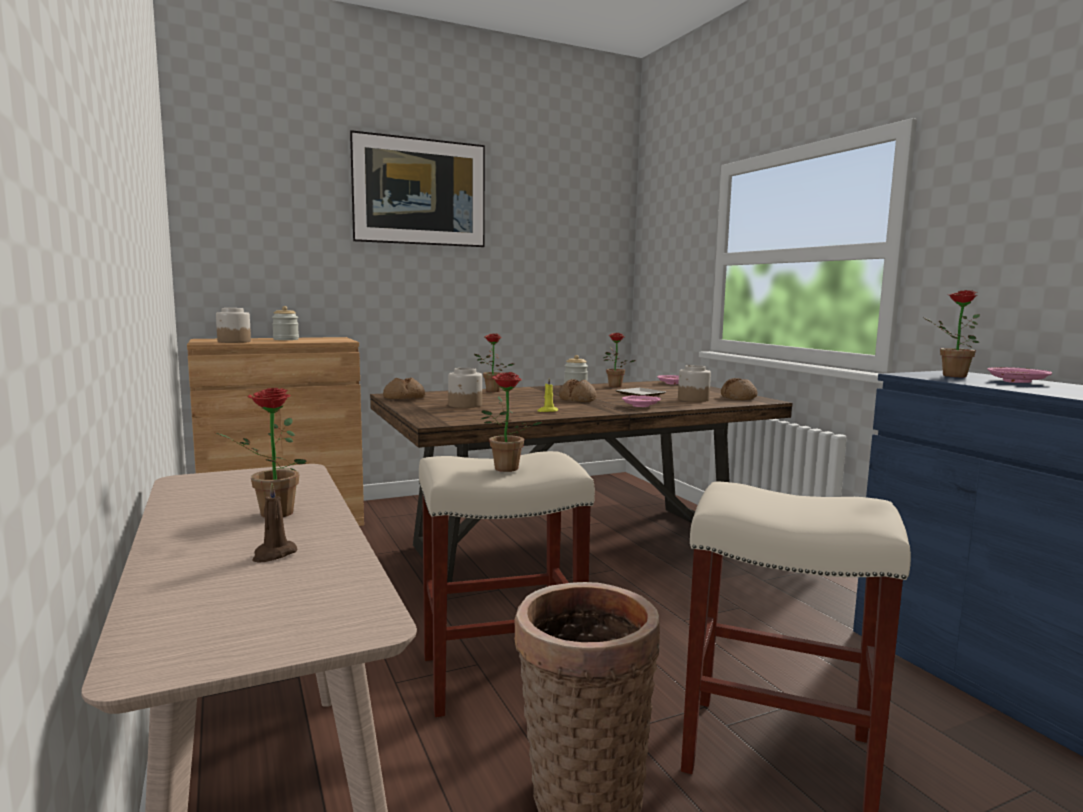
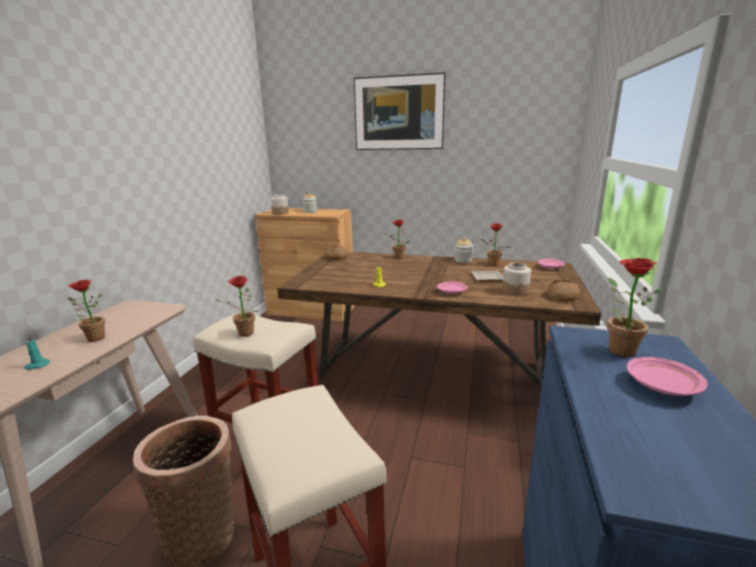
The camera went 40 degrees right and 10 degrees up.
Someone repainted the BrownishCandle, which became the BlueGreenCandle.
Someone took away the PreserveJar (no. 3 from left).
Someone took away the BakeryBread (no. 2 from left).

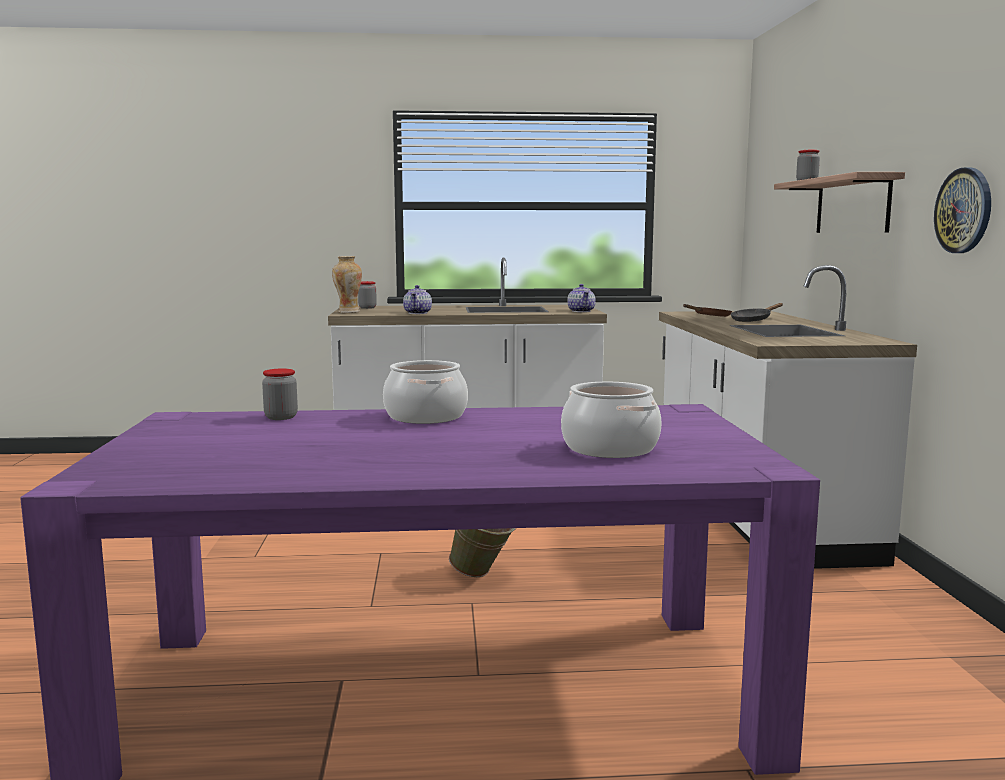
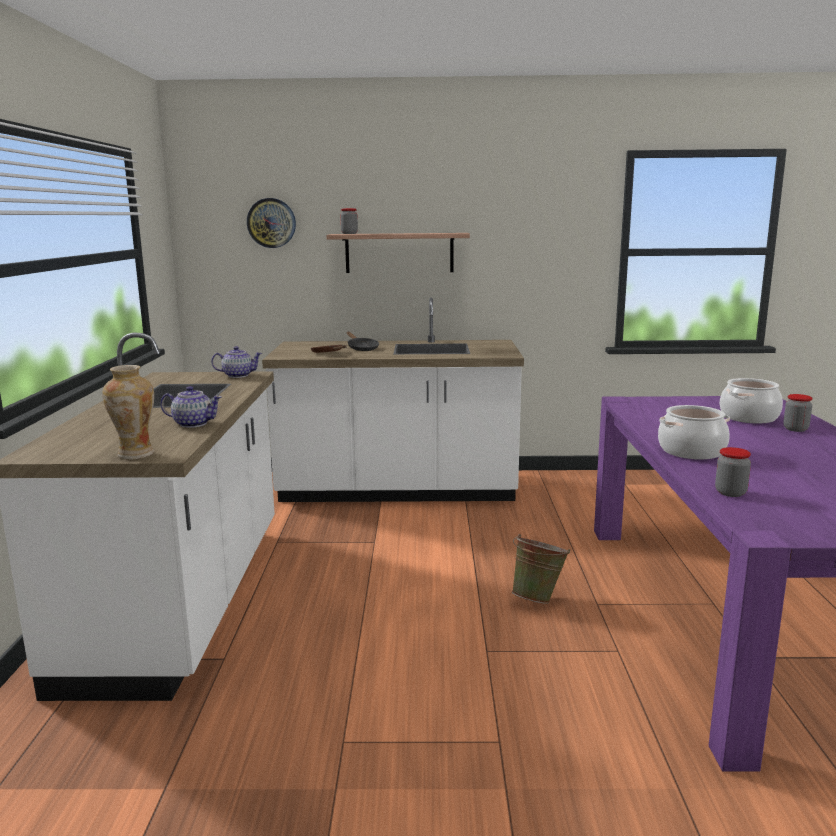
The camera went 85 degrees left and 5 degrees up.
Someone carried the HangingClock.
Someone carried the PreserveJar (no. 2 from left in the first image).

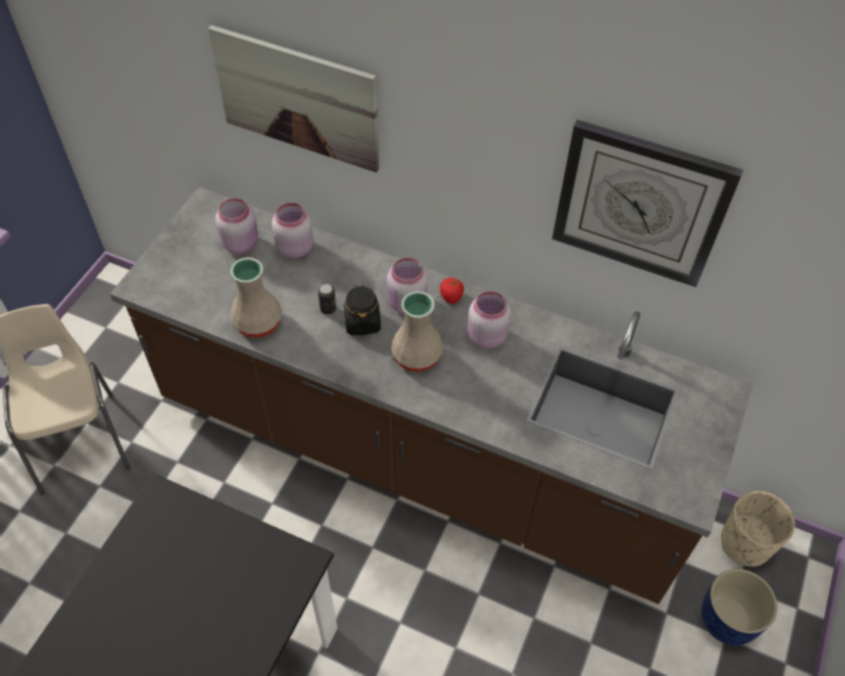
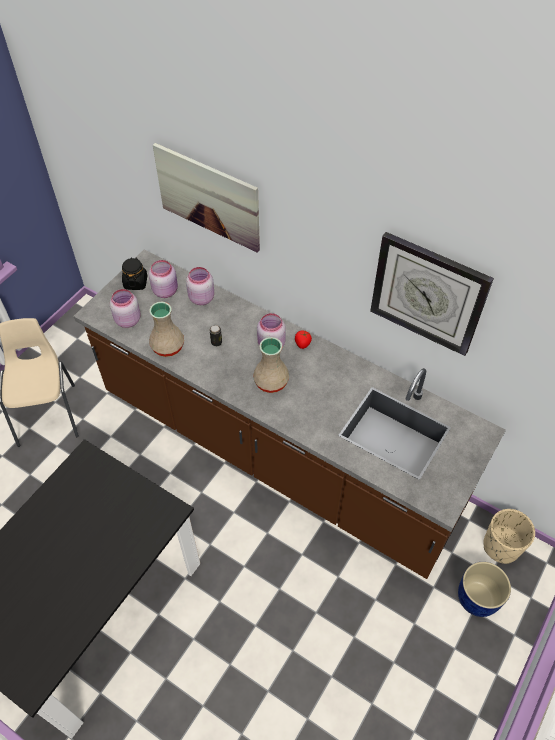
The camera went 10 degrees right and 0 degrees up.
Someone carried the PinkColouredPreserveJar (no. 4 from left in the first image).
Someone carried the BlackishPreserveJar.

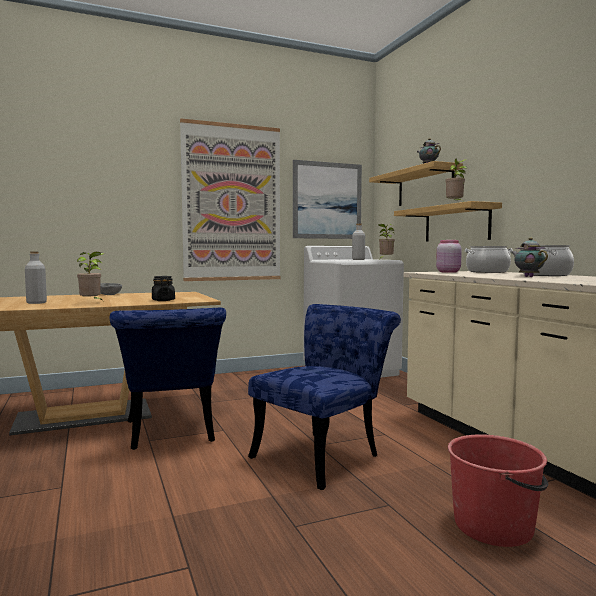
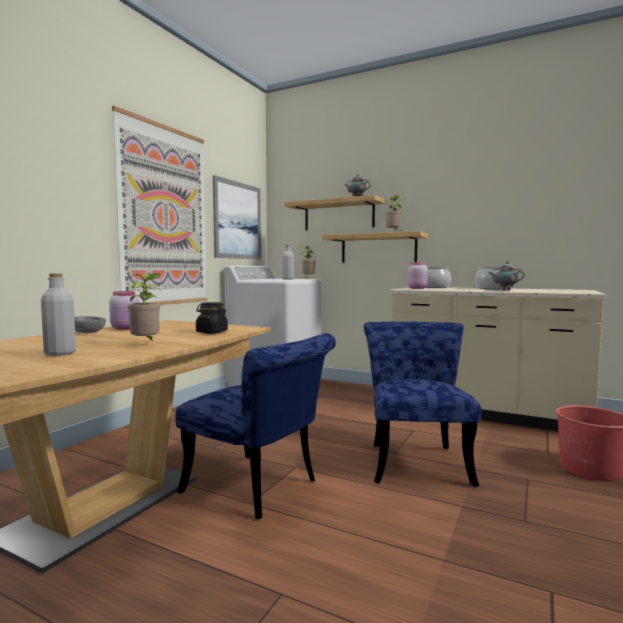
The camera went 40 degrees left and 0 degrees up.
Someone put down the PinkColouredPreserveJar (no. 1 from left).

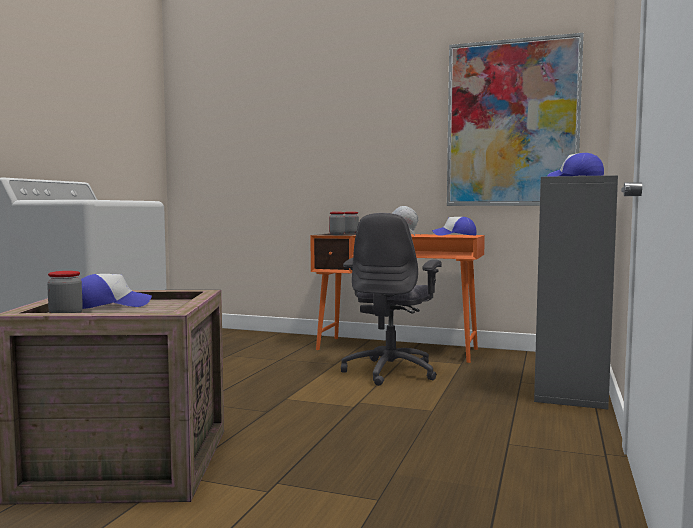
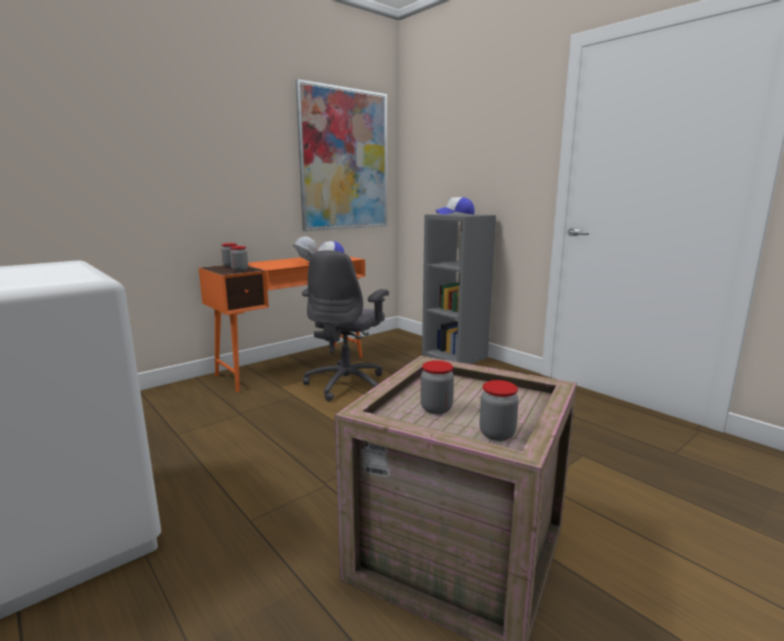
The camera went 60 degrees left and 10 degrees up.
Someone rotated the GreyishDeskChair by 60 degrees clockwise.
Someone swapped the Cap (no. 1 from left) for the PreserveJar (no. 3 from left).

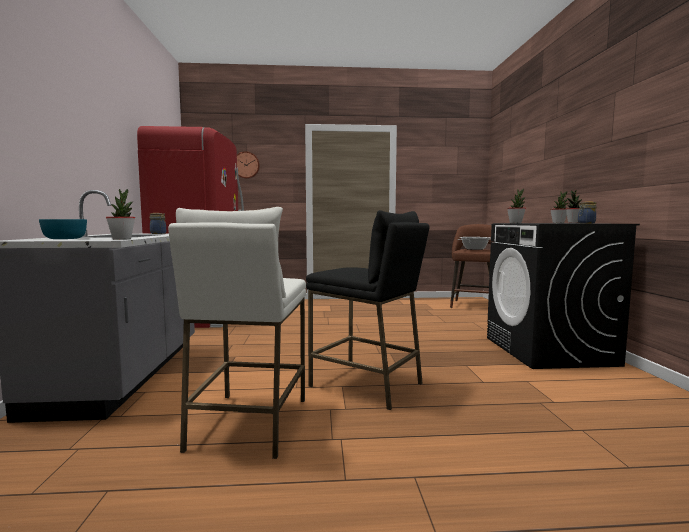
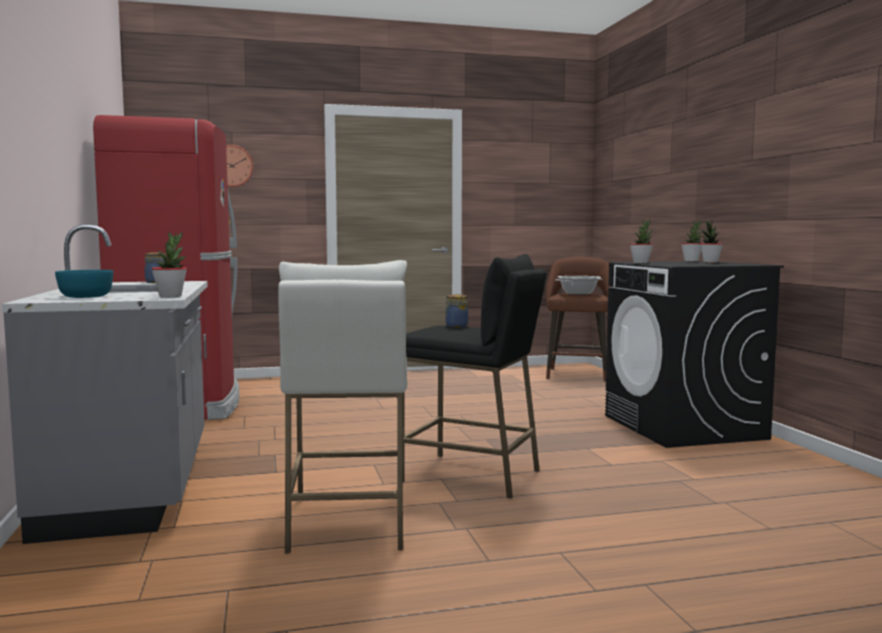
The camera went 10 degrees left and 0 degrees up.
Someone carried the PreserveJar (no. 2 from left).

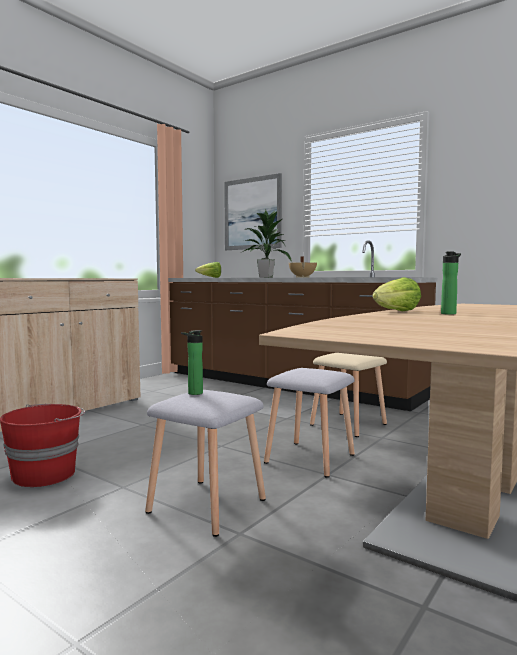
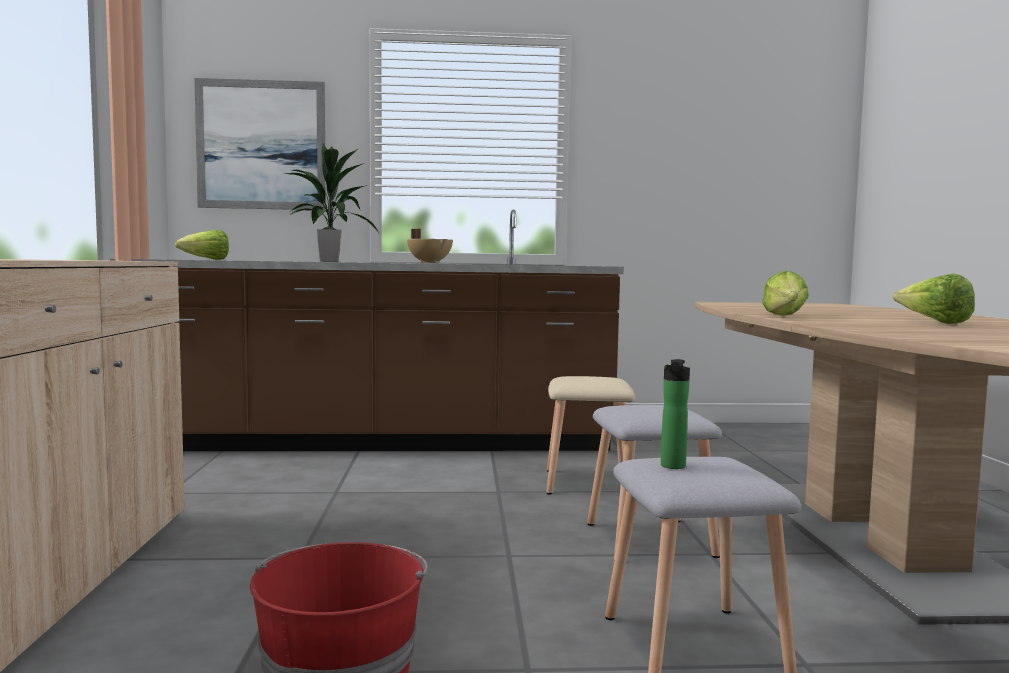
The camera went 40 degrees left and 0 degrees up.
Someone put down the HeadOfLettuce (no. 3 from left).
Someone took away the DrinkBottle (no. 2 from left).

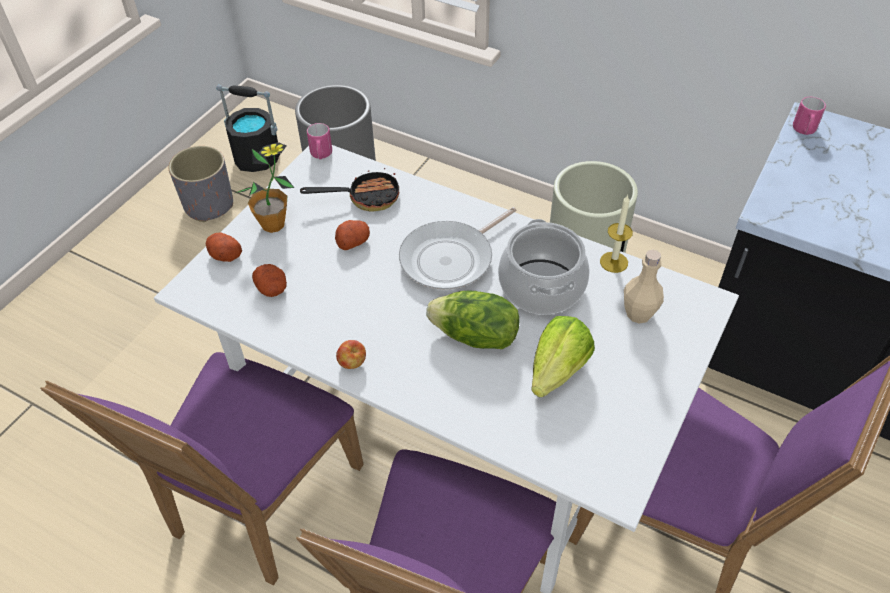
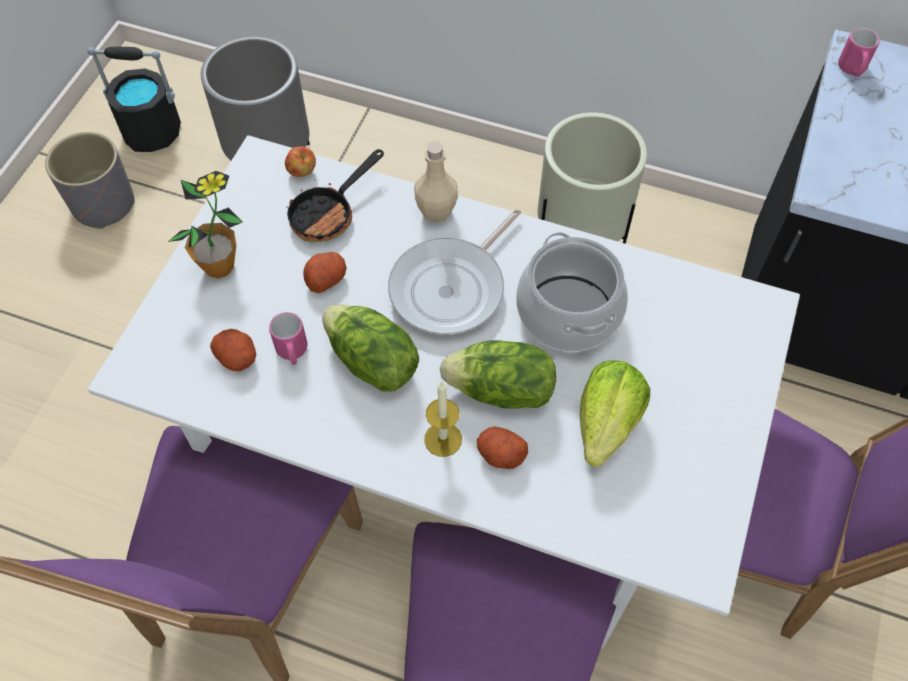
The camera went 10 degrees left and 10 degrees up.
Someone carried the PinkColouredMug (no. 1 from left).
Someone carried the AppleFruit.
Someone rotated the FryingPan (no. 1 from left) by 150 degrees clockwise.
Someone put down the HeadOfLettuce (no. 1 from left).
Someone carried the BeigeColouredDrinkBottle.
Someone carried the Candle.
Someone carried the Spud (no. 1 from left in the first image).

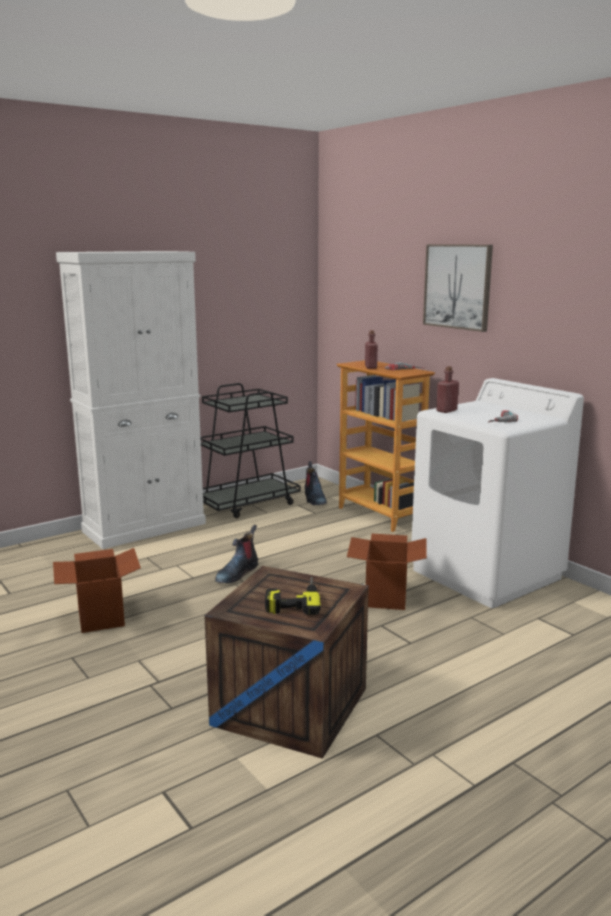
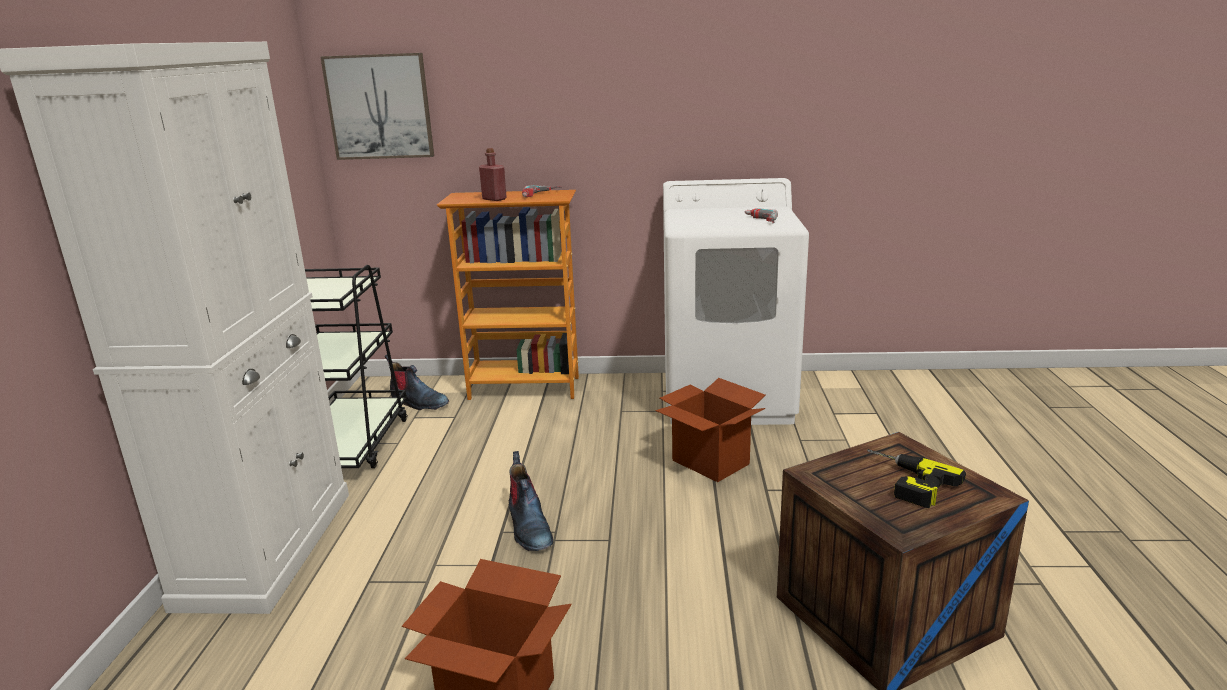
The camera went 50 degrees left and 5 degrees up.
Someone carried the Picture.
Someone took away the RedDrinkBottle (no. 2 from left).

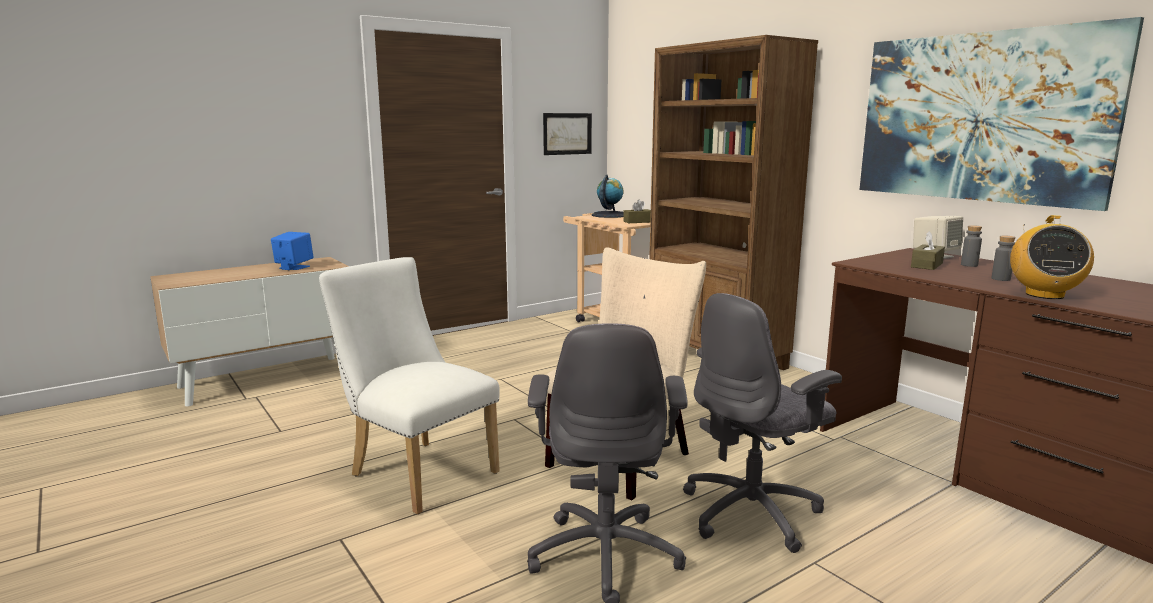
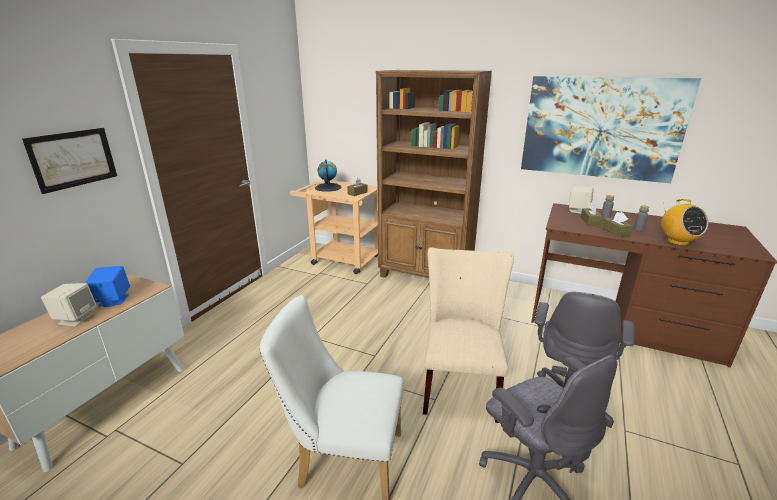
The camera went 30 degrees left and 10 degrees up.
Someone carried the Picture (no. 1 from left).
Someone put down the BeigeColouredSpeaker (no. 1 from left).
Someone put down the BrownishBoxOfTissues (no. 3 from left).

